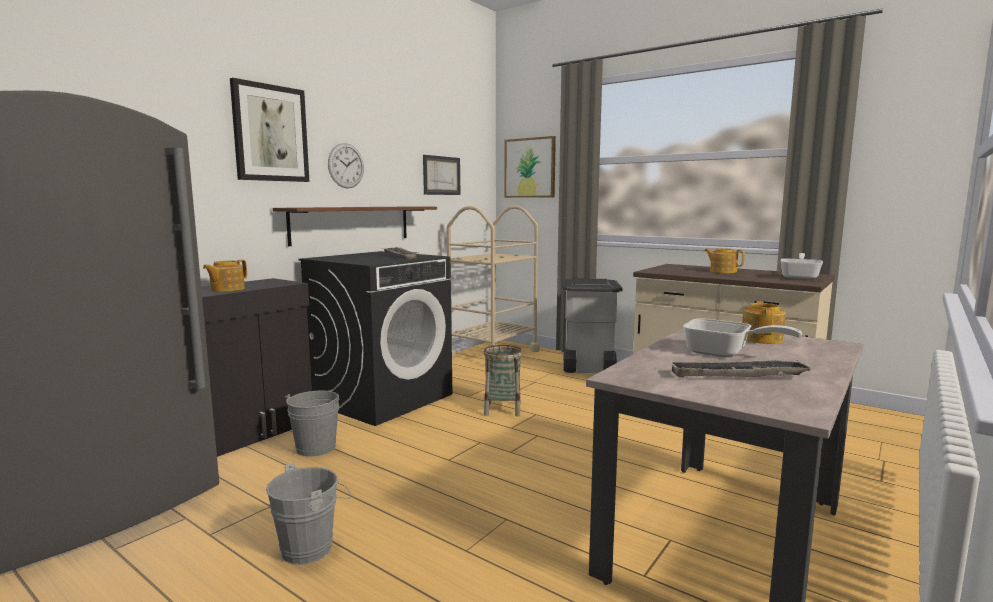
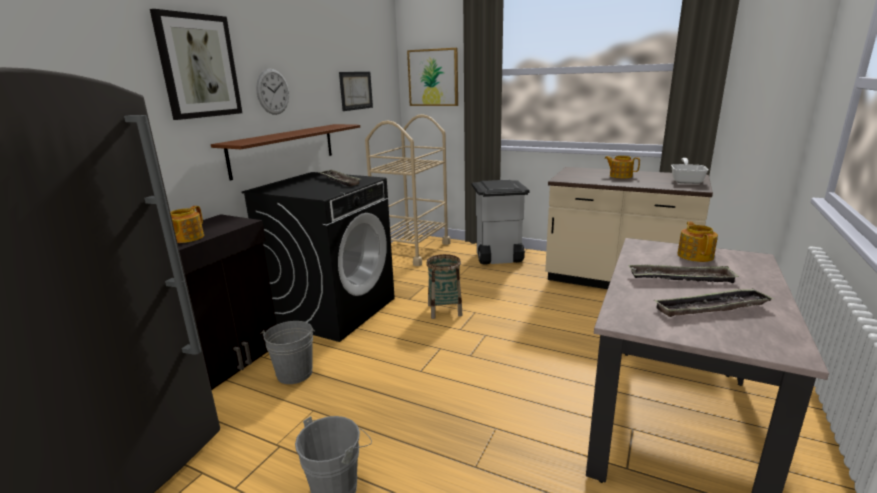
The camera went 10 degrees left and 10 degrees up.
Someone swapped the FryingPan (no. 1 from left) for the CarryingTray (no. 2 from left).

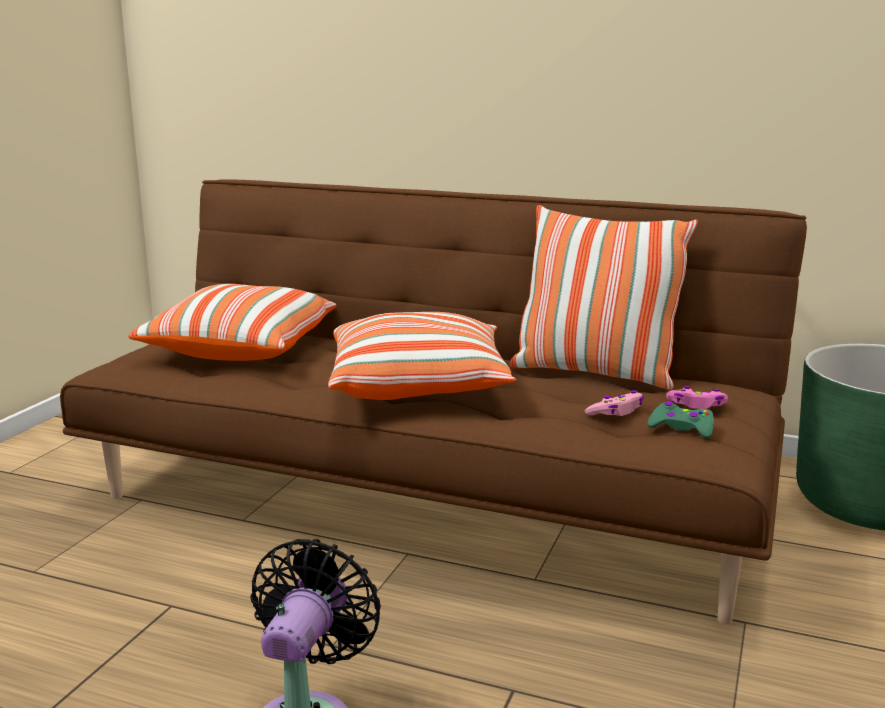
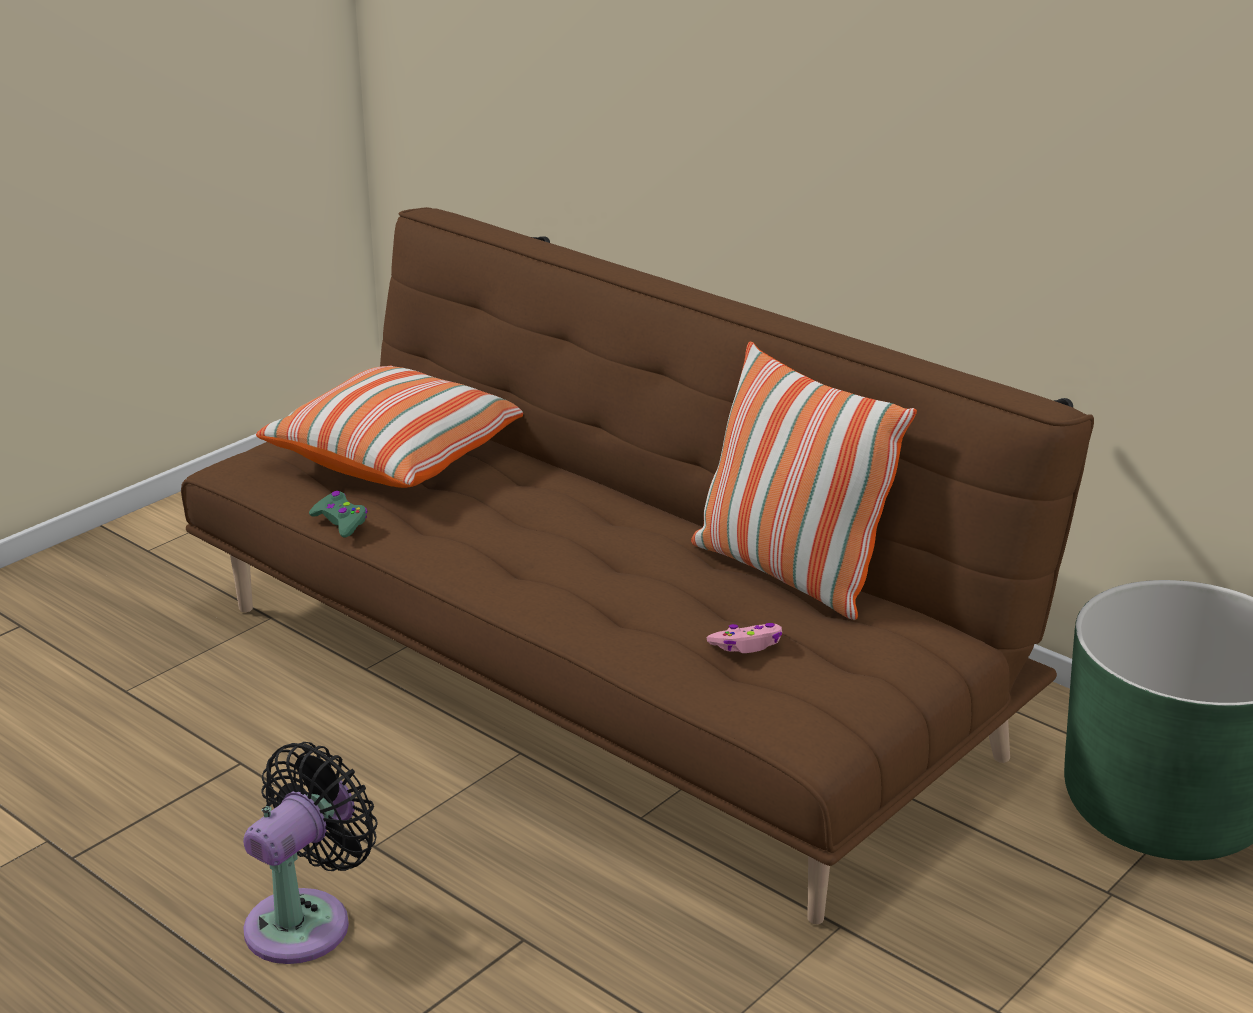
The camera went 20 degrees right and 10 degrees up.
Someone carried the GreenishJoypad.
Someone took away the ThrowPillow (no. 2 from left).
Someone took away the PinkColouredJoypad (no. 2 from left).

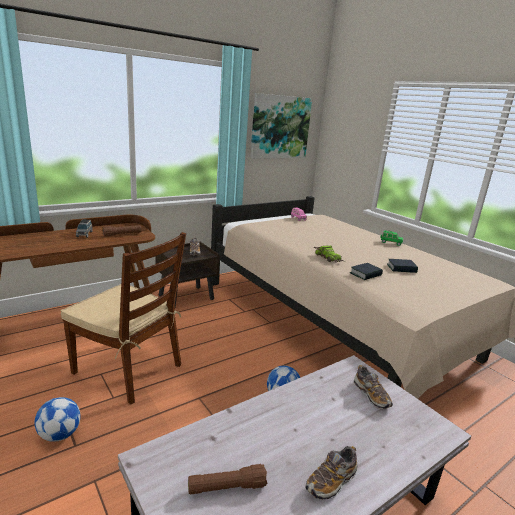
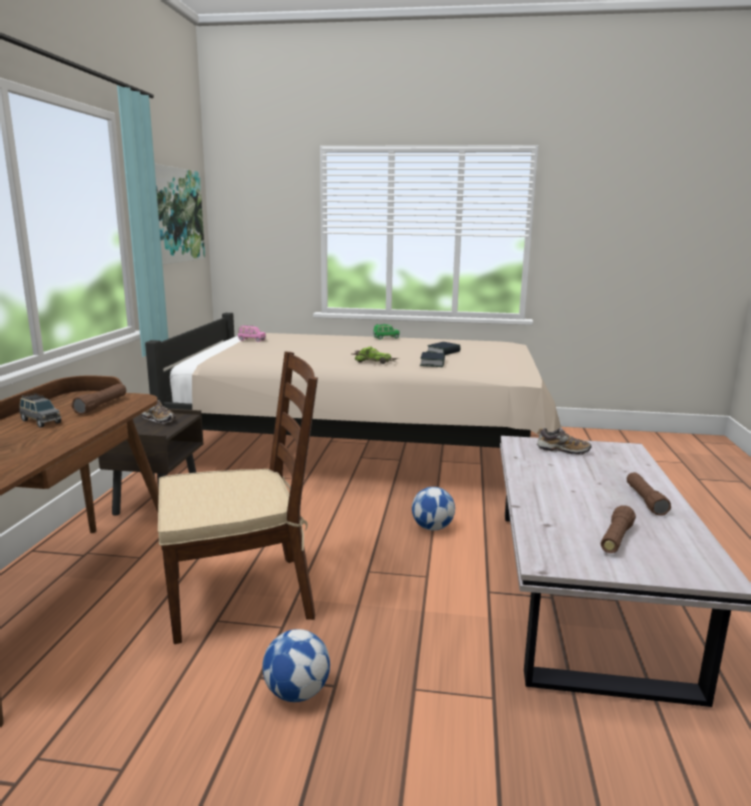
The camera went 45 degrees left and 5 degrees down.
Someone swapped the LowShoe (no. 2 from left) for the BrownishHandTorch (no. 3 from left).

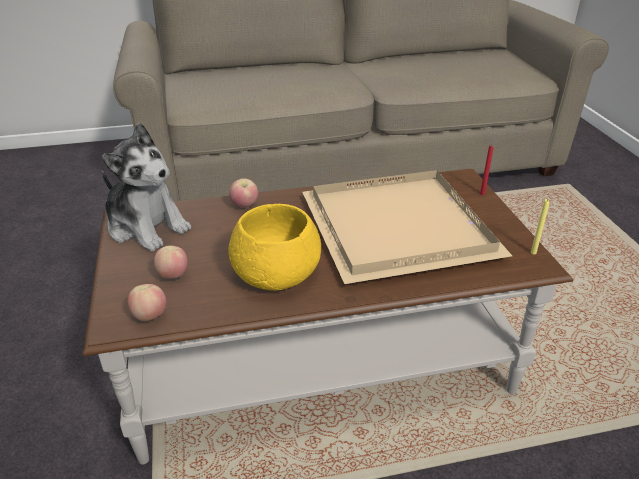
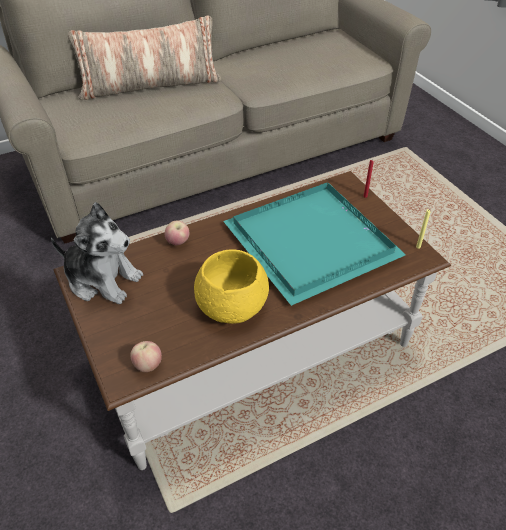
The camera went 15 degrees left and 10 degrees up.
Someone put down the ThrowPillow.
Someone repainted the BeigeColouredCarryingTray, which became the BlueGreenCarryingTray.
Someone took away the AppleFruit (no. 2 from left).

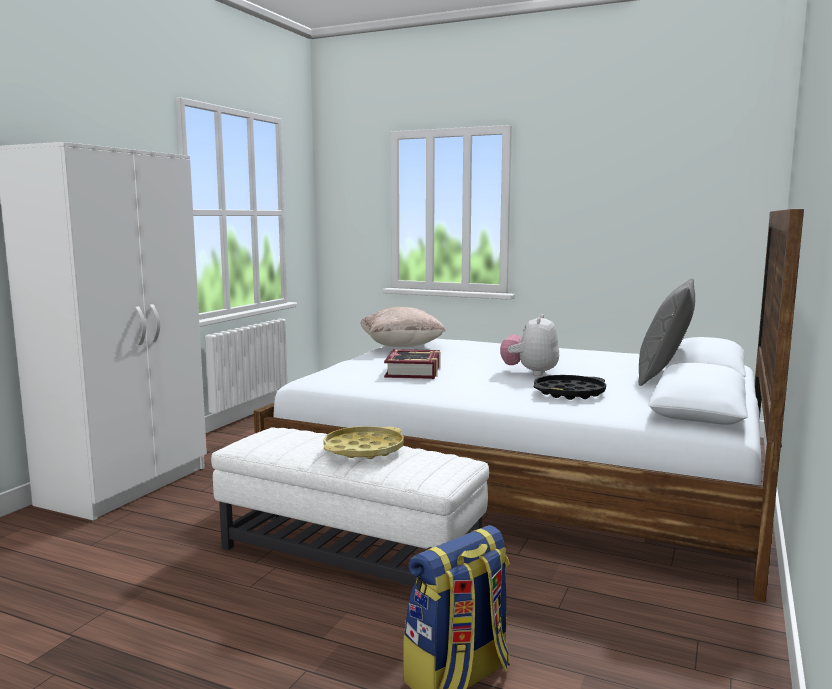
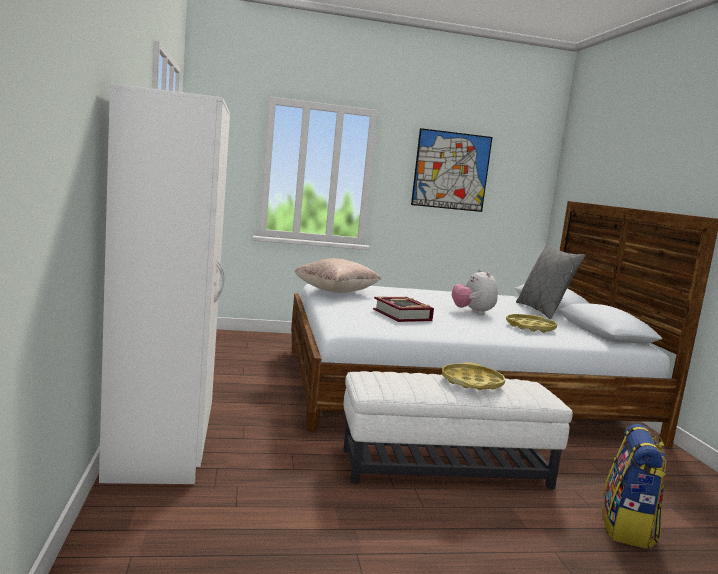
The camera went 35 degrees left and 0 degrees up.
Someone put up the Picture.
Someone repainted the BlackishCarryingTray, which became the YellowCarryingTray (no. 2 from left).

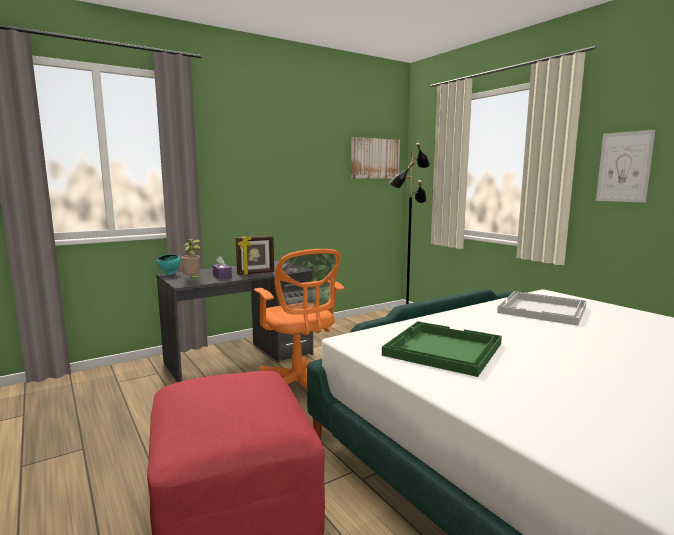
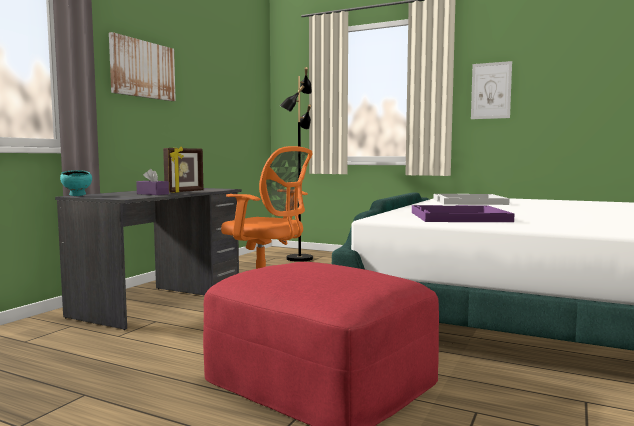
The camera went 30 degrees left and 5 degrees down.
Someone carried the Picture (no. 1 from left).
Someone repainted the GreenishCarryingTray, which became the PurpleColouredCarryingTray.
Someone took away the PottedPlant.

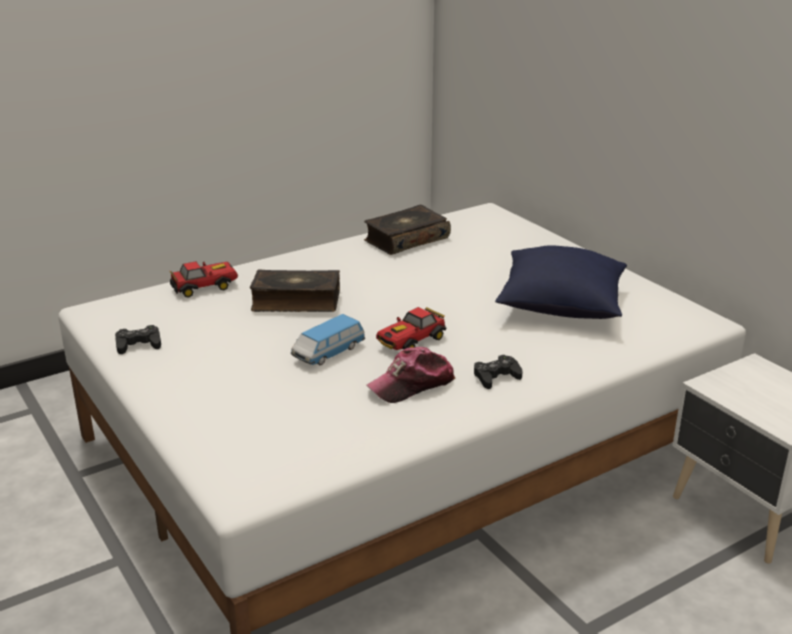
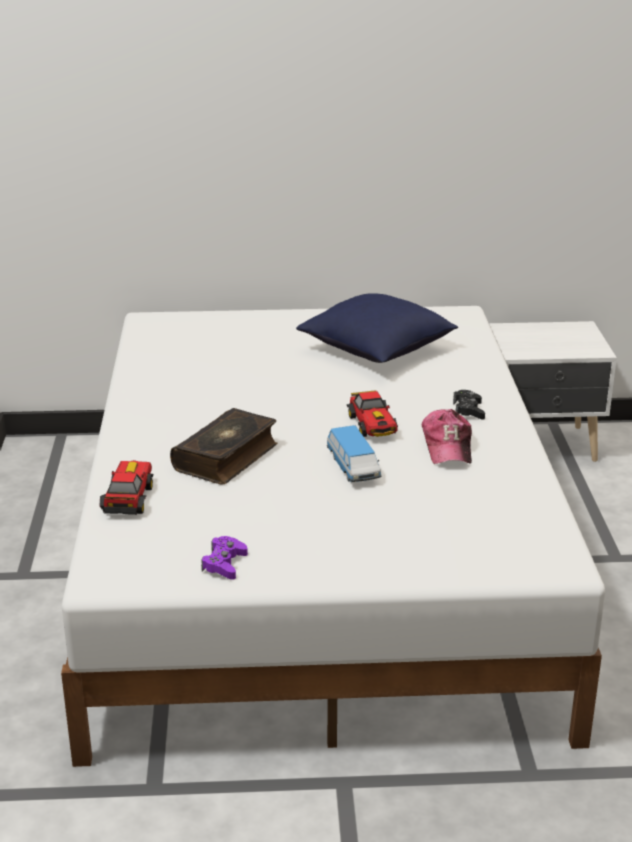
The camera went 60 degrees left and 0 degrees up.
Someone repainted the BlackishJoypad (no. 1 from left), which became the PurpleColouredJoypad.
Someone took away the Book (no. 2 from left).

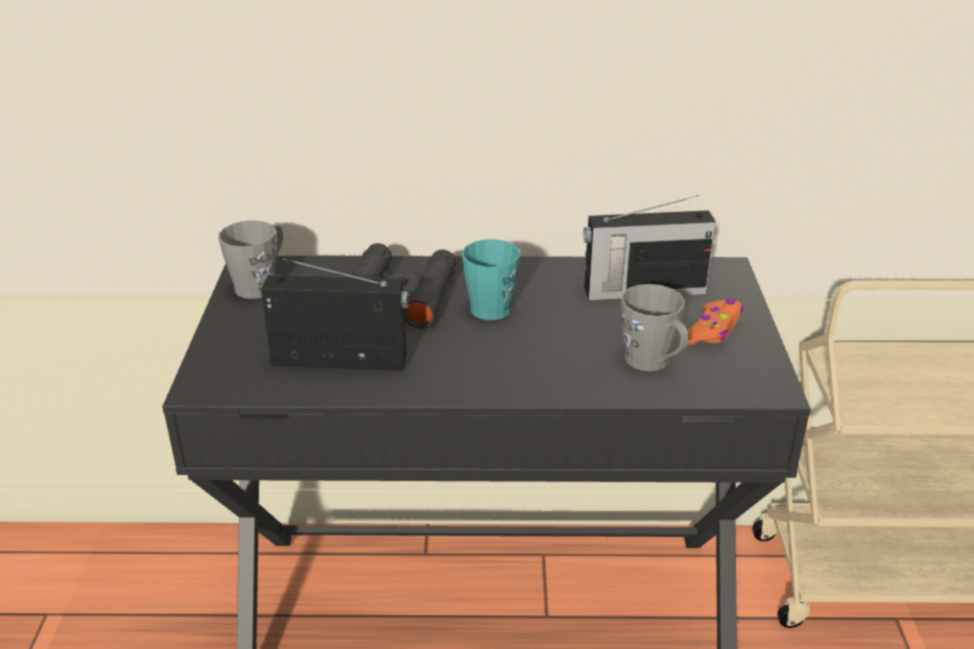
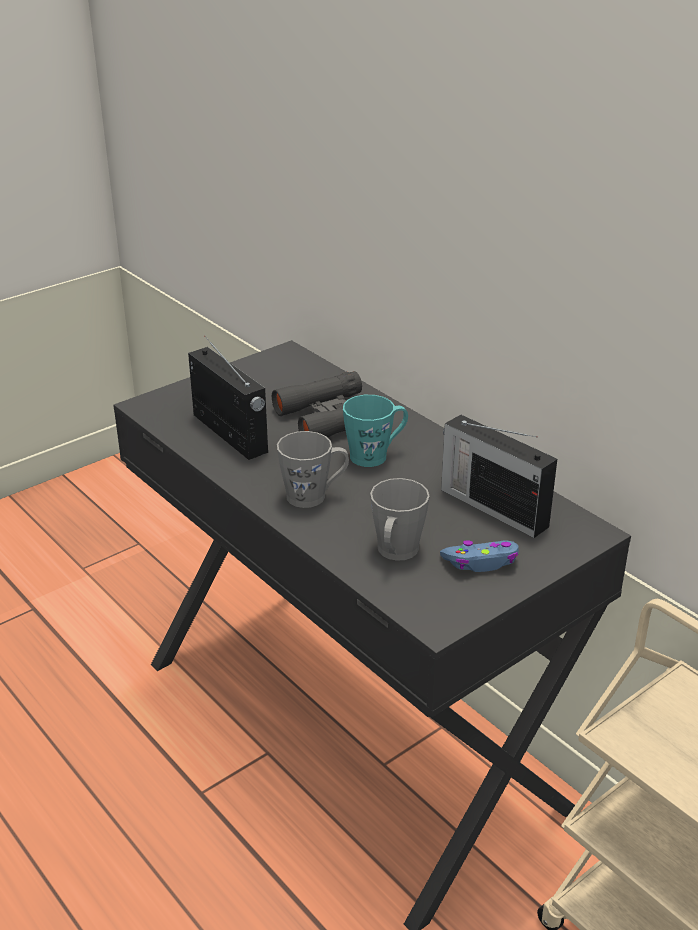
The camera went 50 degrees right and 0 degrees up.
Someone carried the GreyishMug (no. 1 from left).
Someone repainted the OrangeyJoypad, which became the BlueColouredJoypad.

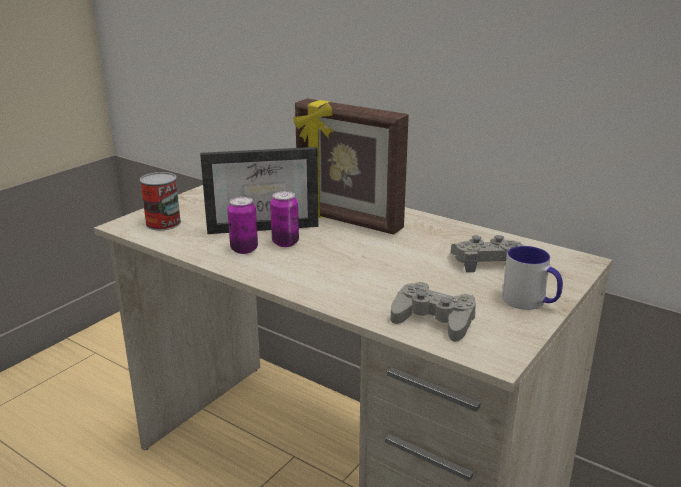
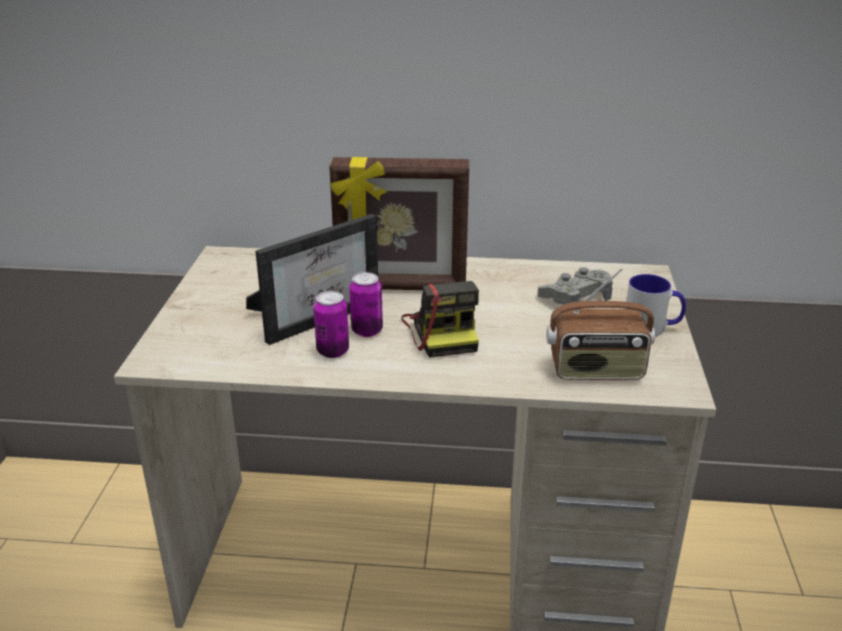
The camera went 30 degrees left and 5 degrees up.
Someone put down the PhotoCamera.
Someone swapped the GreyishJoypad (no. 1 from left) for the Radio.
Someone took away the SealedCan (no. 1 from left).

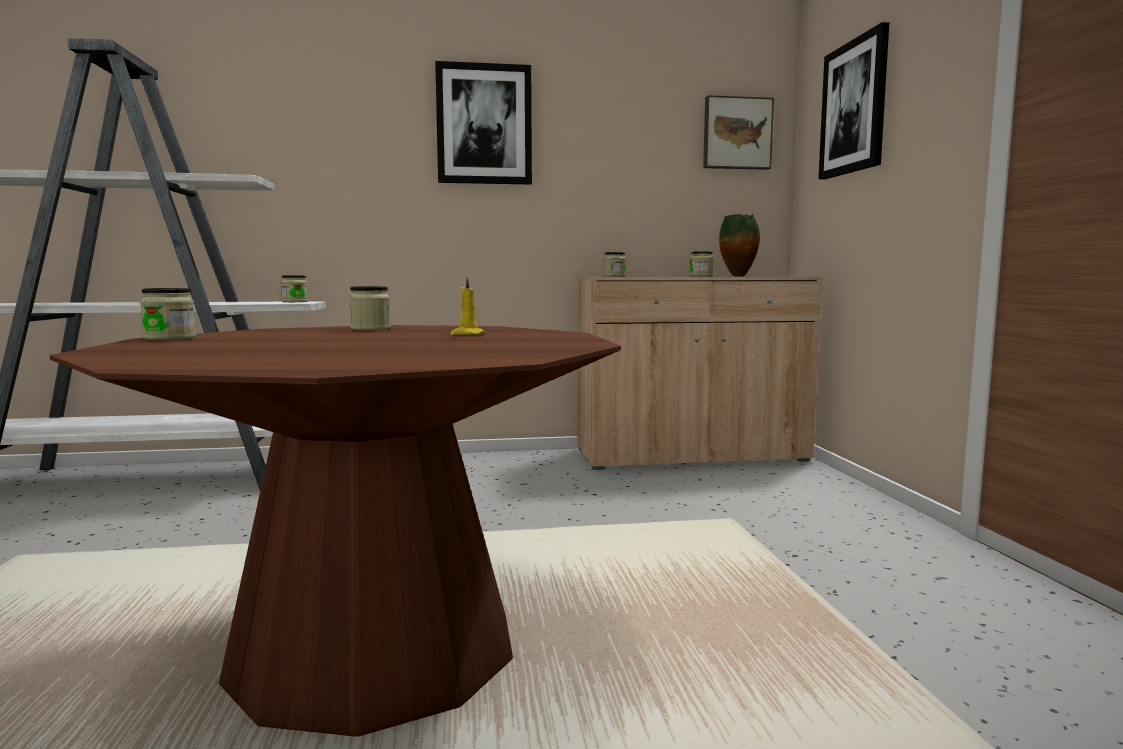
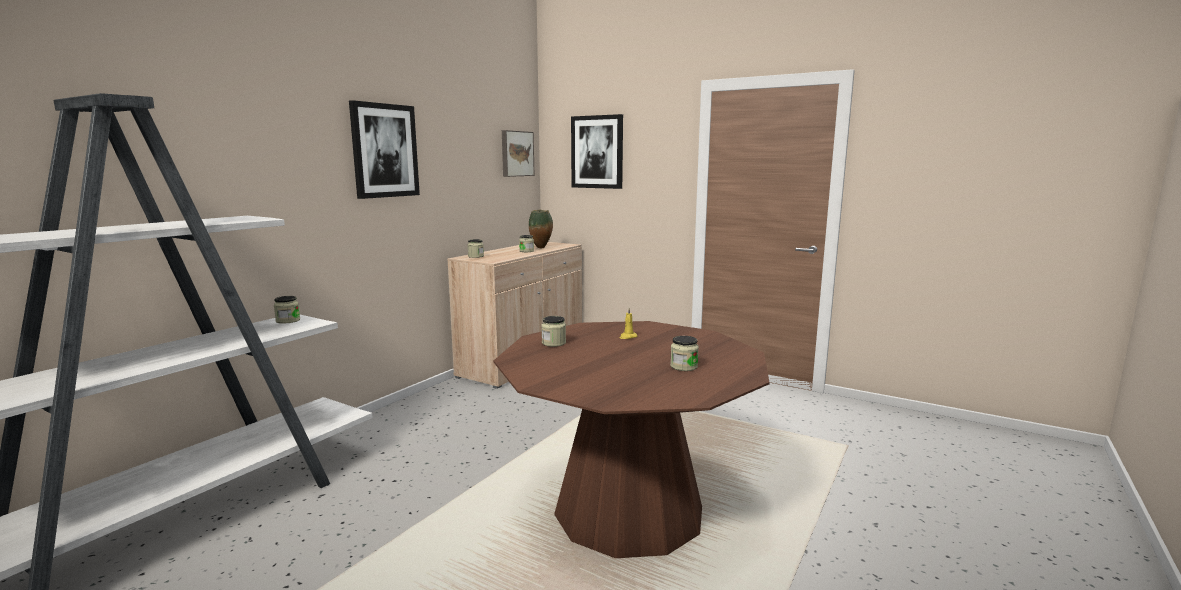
The camera went 50 degrees left and 5 degrees up.
Someone carried the PreserveJar (no. 1 from left in the first image).

